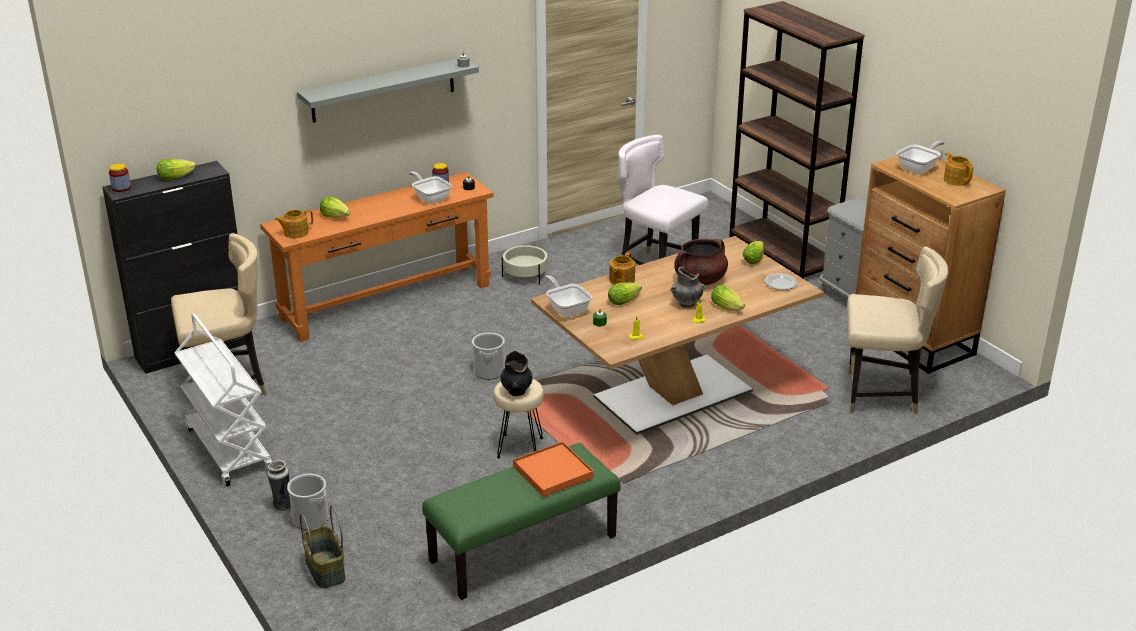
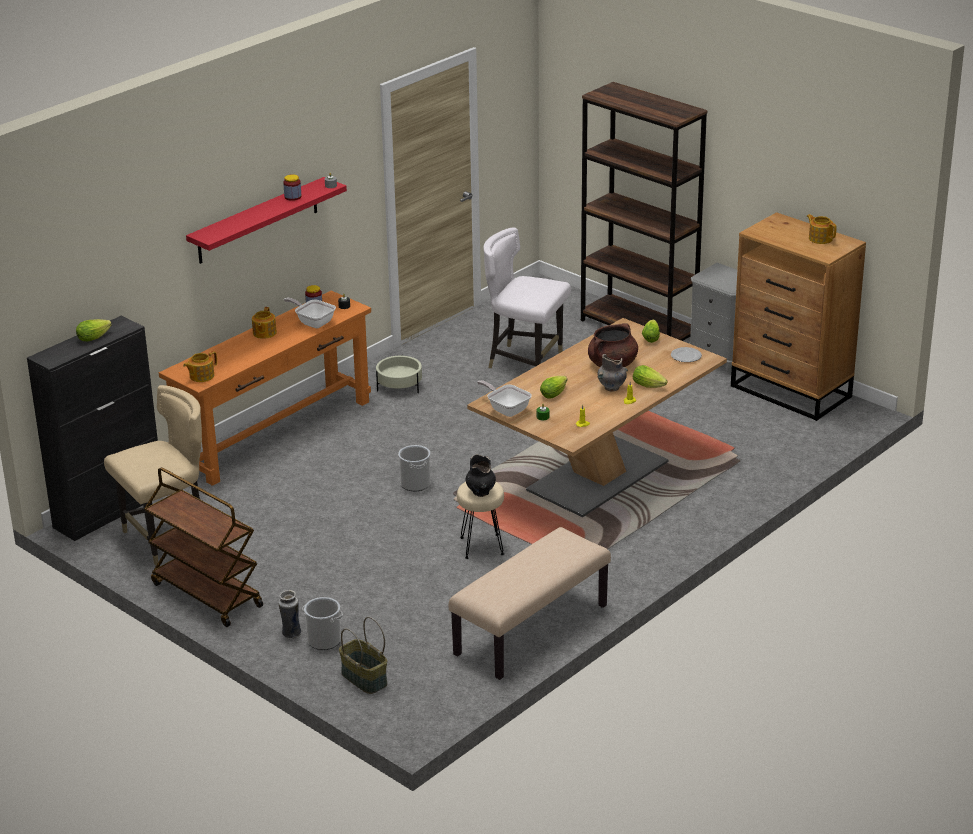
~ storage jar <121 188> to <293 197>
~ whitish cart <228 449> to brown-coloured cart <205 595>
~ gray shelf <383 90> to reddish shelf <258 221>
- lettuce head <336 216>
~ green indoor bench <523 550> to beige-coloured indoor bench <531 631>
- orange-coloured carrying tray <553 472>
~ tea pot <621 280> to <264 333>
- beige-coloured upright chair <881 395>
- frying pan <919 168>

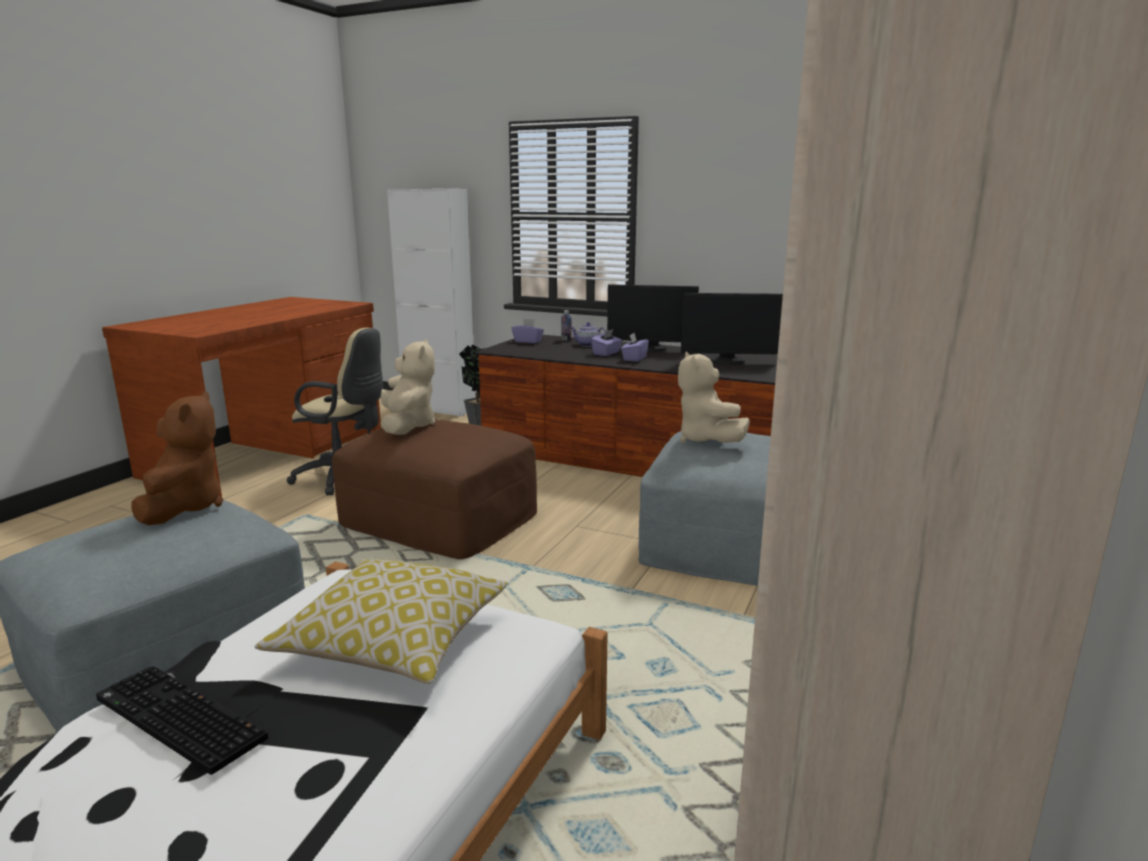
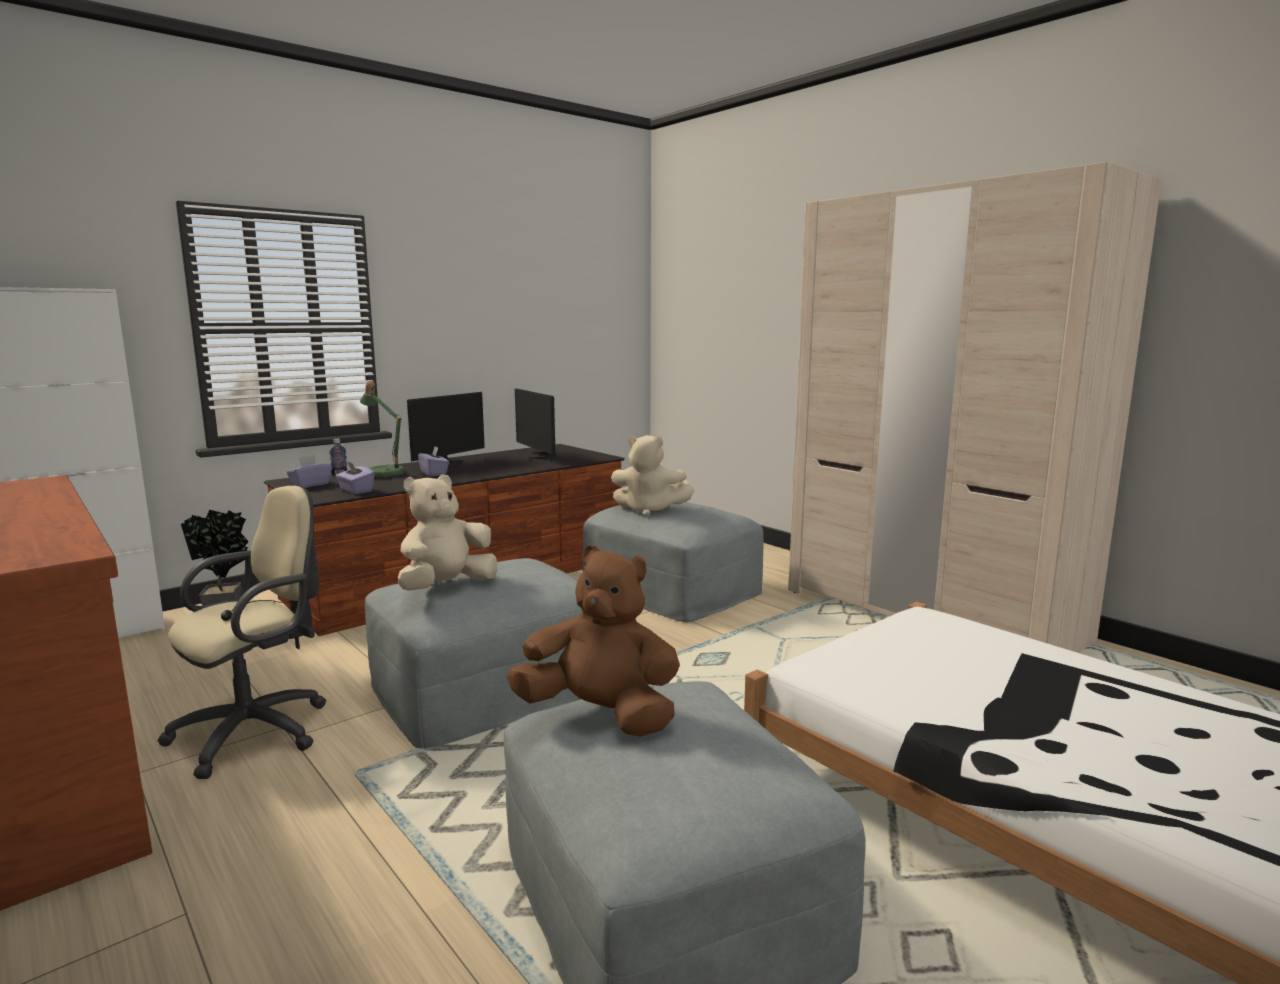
- PC keyboard <175 720>
- cushion <392 642>
~ brown-coloured pouffe <440 518> to gray pouffe <488 686>
~ beige-coloured soft toy <408 426> = <446 587> 60 degrees counterclockwise
~ tea pot <587 345> to tabletop lamp <383 473>
~ purple box of tissues <634 358> to <356 491>
~ computer screen <727 361> = <538 456> 120 degrees clockwise

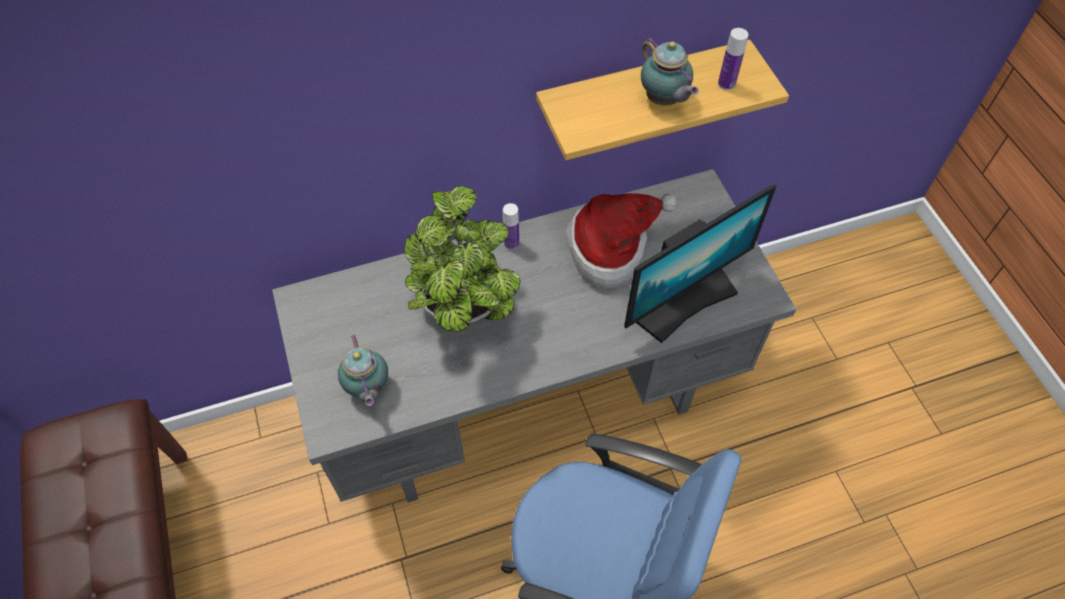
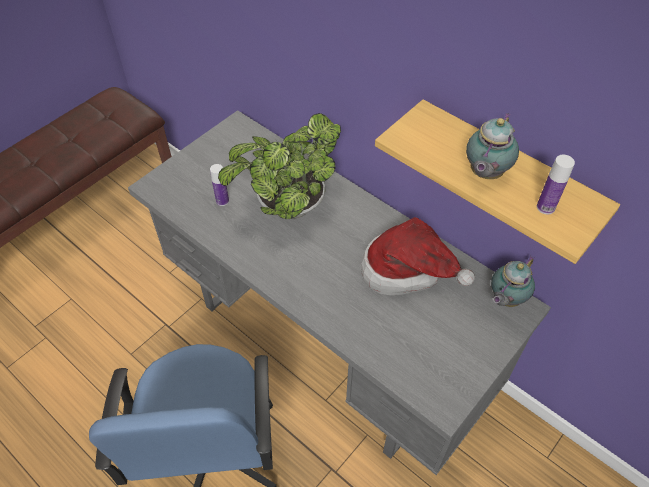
~ tea pot <368 389> to <505 299>
~ beverage bottle <511 243> to <222 201>
- computer screen <683 301>

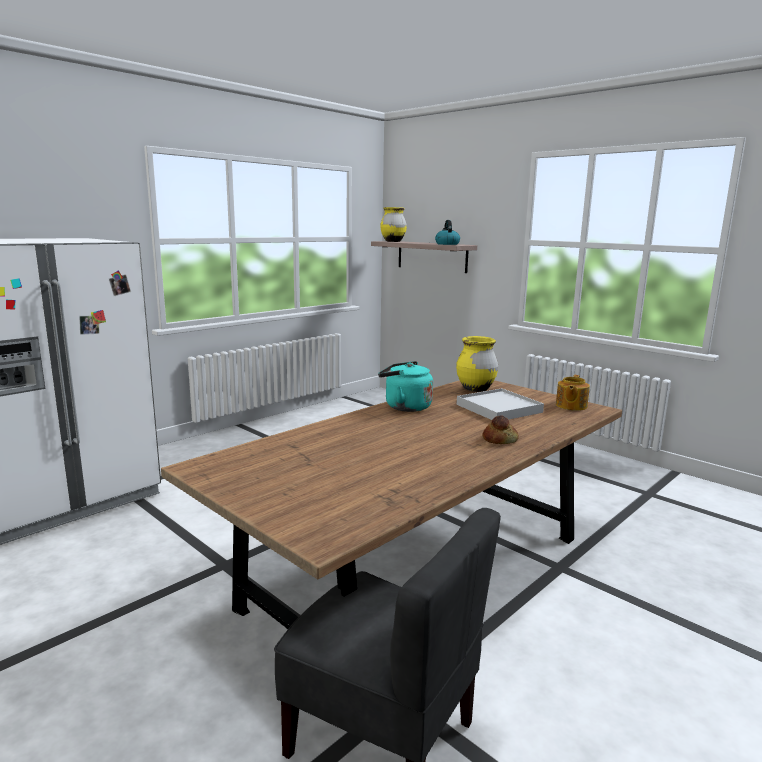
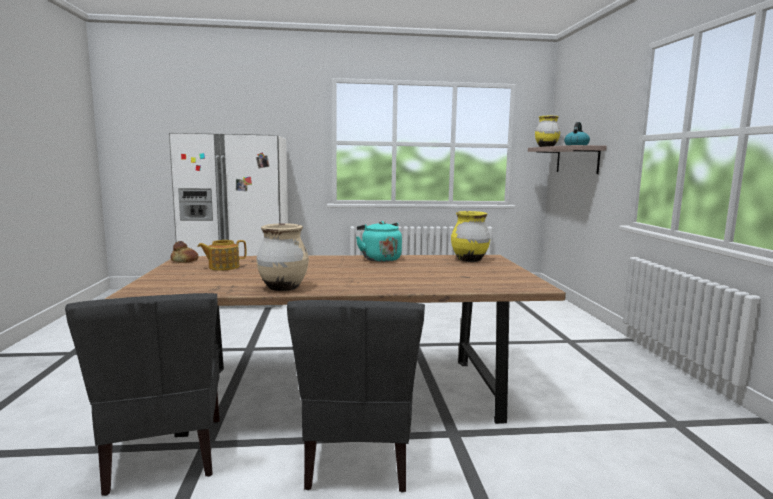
- whitish carrying tray <498 408>
~ bread <499 439> to <185 260>
~ tea pot <570 406> to <223 267>
+ beige-coloured flower vase <283 288>
+ gray upright chair <359 458>

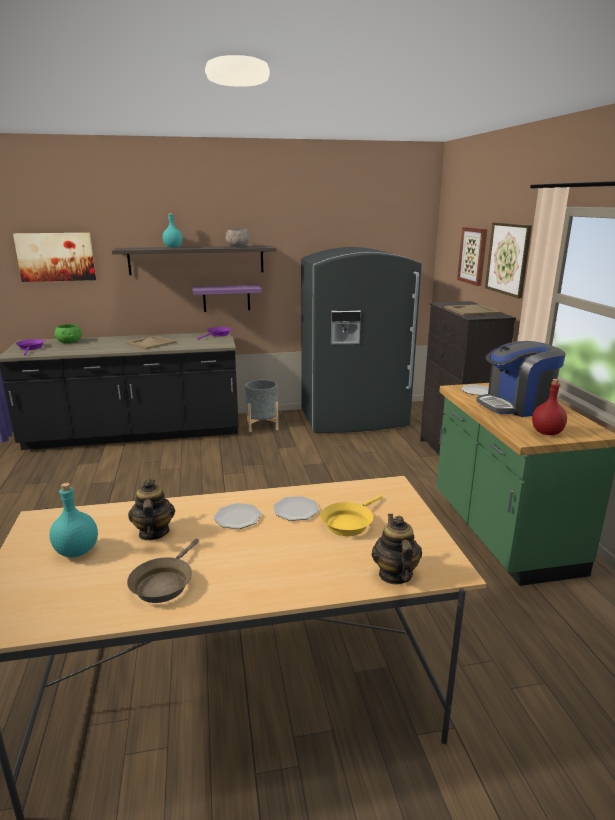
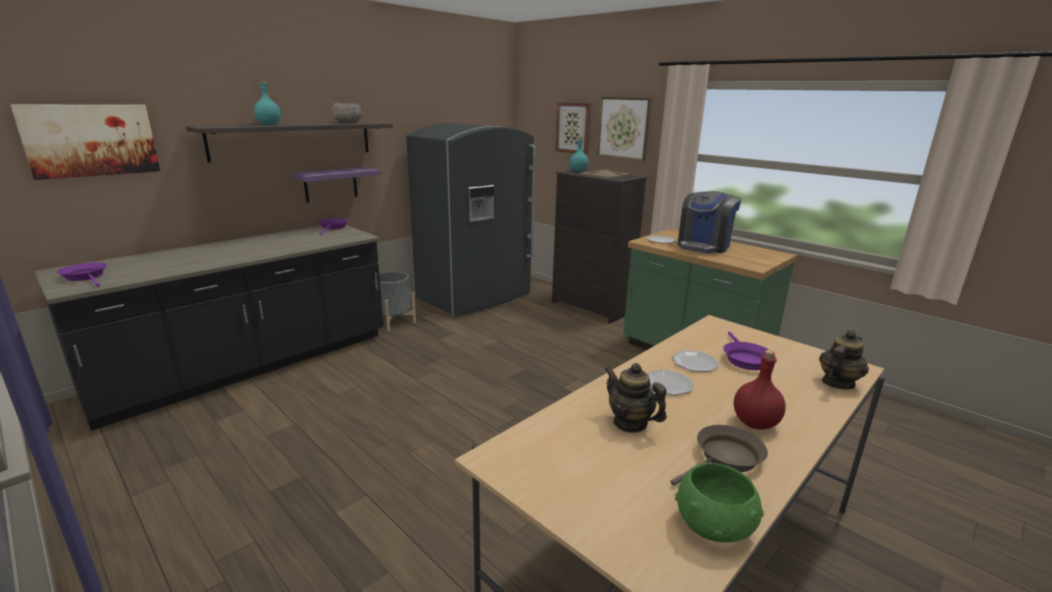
~ turquoise beverage bottle <77 552> to <578 171>
~ green bowl <69 342> to <715 526>
- beige-coloured carrying tray <151 343>
~ brown-coloured frying pan <164 583> = <725 458> 105 degrees counterclockwise
~ yellow-coloured frying pan <349 522> to purple frying pan <744 359>
~ tea pot <395 574> = <837 383> 90 degrees clockwise
~ reddish beverage bottle <546 432> to <754 423>

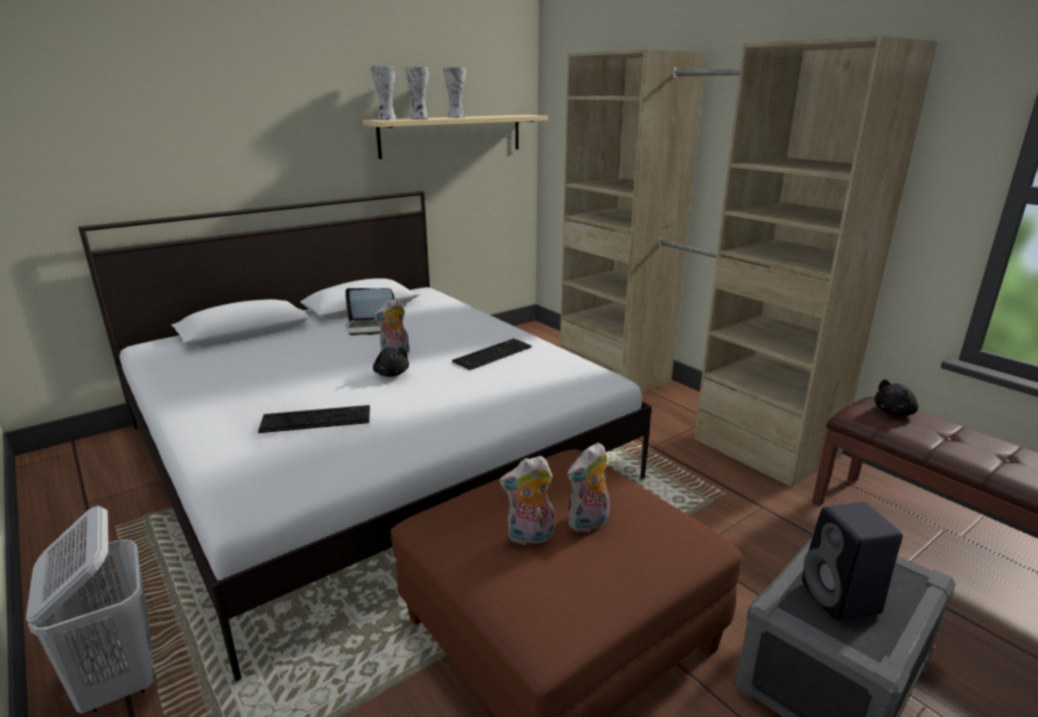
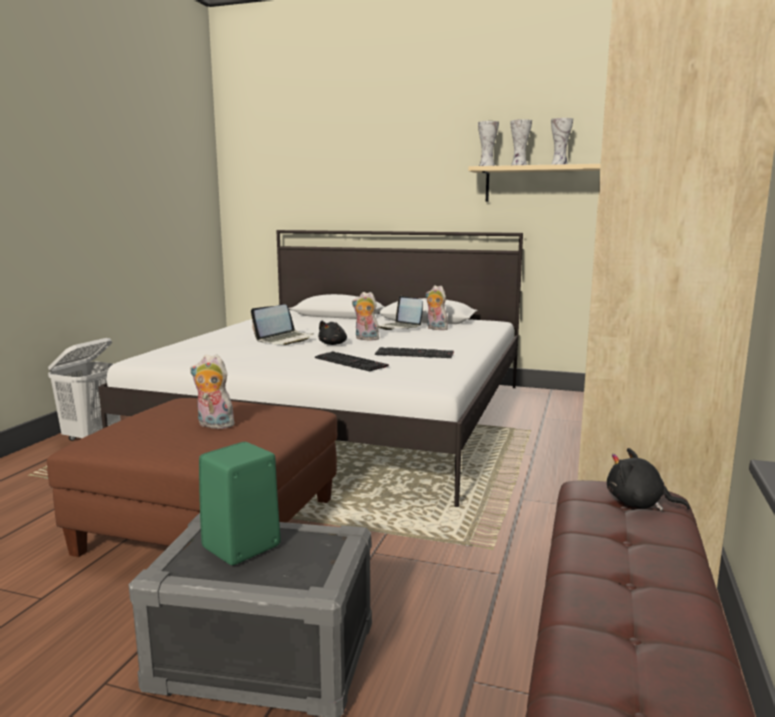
~ PC keyboard <317 419> to <352 362>
~ soft toy <530 537> to <435 329>
~ black-coloured loudspeaker <842 599> to green loudspeaker <239 547>
+ portable computer <284 339>

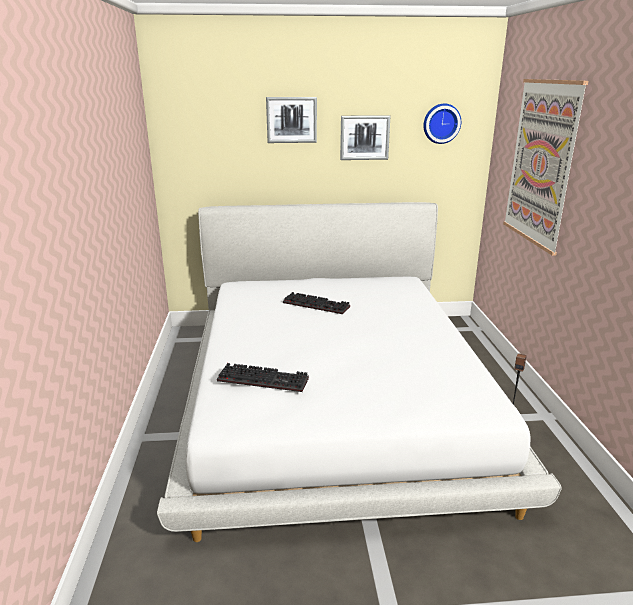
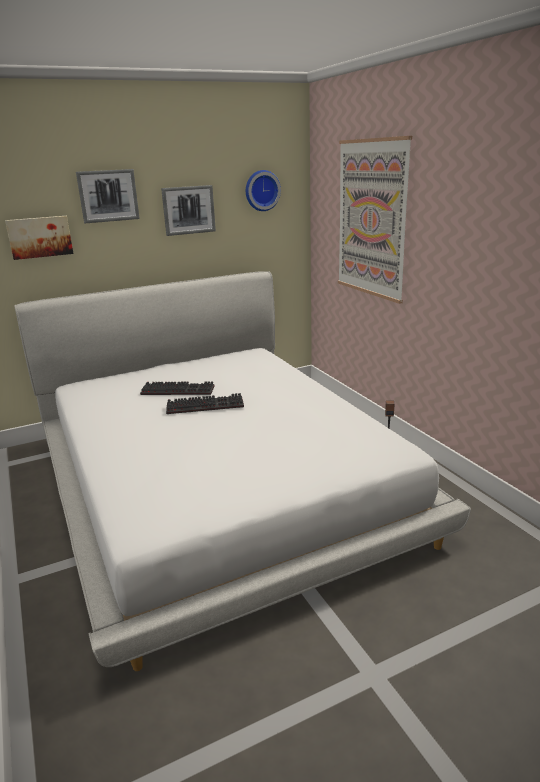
~ PC keyboard <265 379> to <206 405>
+ picture <40 237>

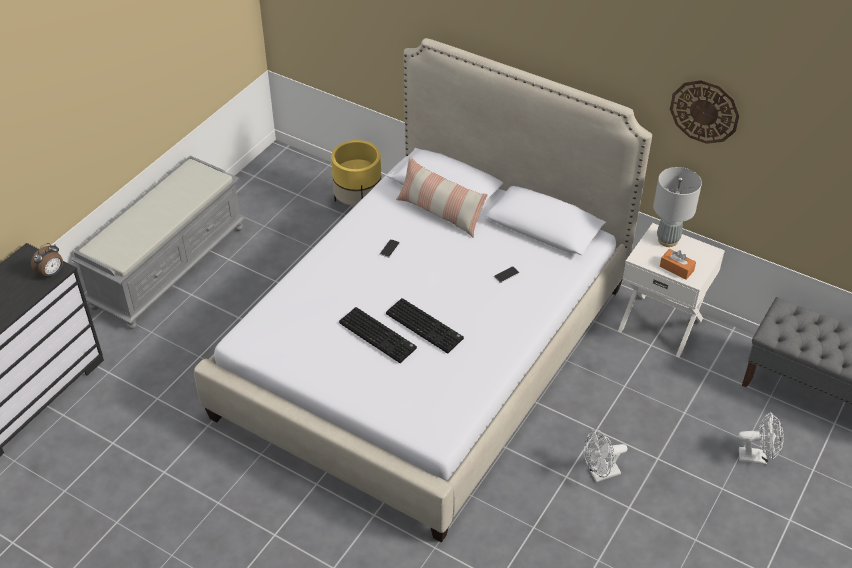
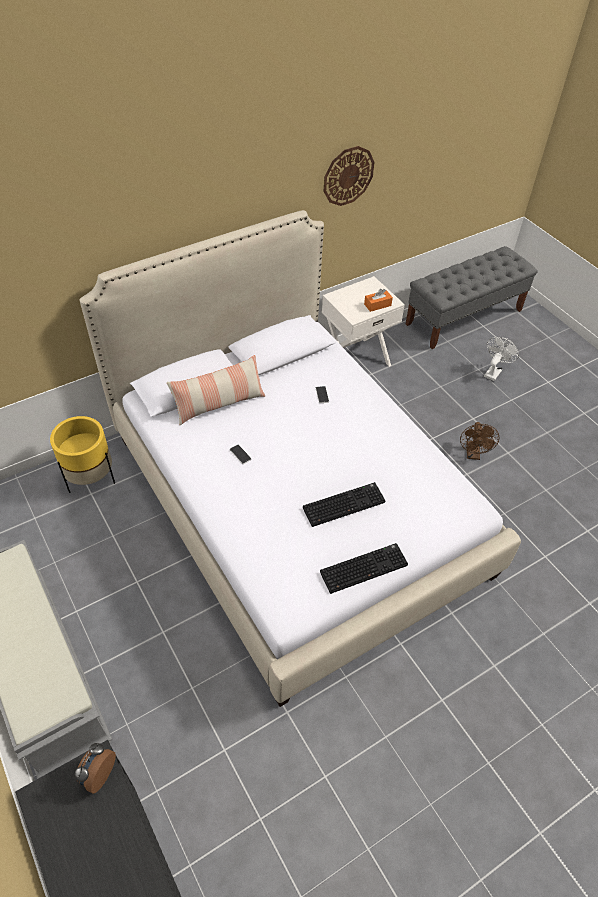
~ bedside clock <52 273> = <98 773> 135 degrees counterclockwise
~ PC keyboard <426 326> to <364 567>
~ whitish fan <600 474> to brown-coloured fan <473 454>
- gray tabletop lamp <668 240>

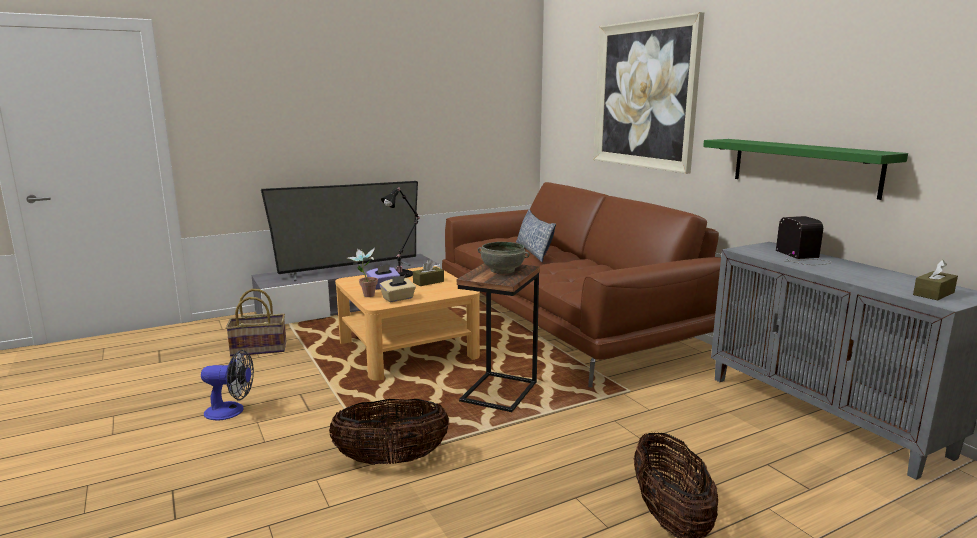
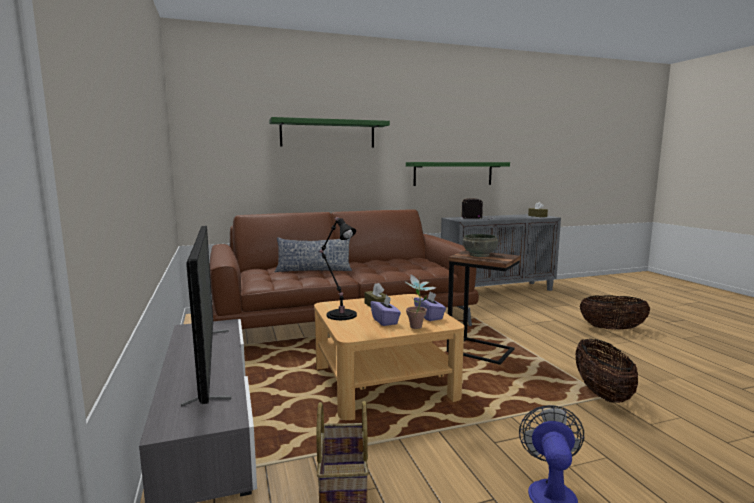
~ beige-coloured box of tissues <398 298> to purple box of tissues <429 316>
~ picture <644 95> to green shelf <328 134>

